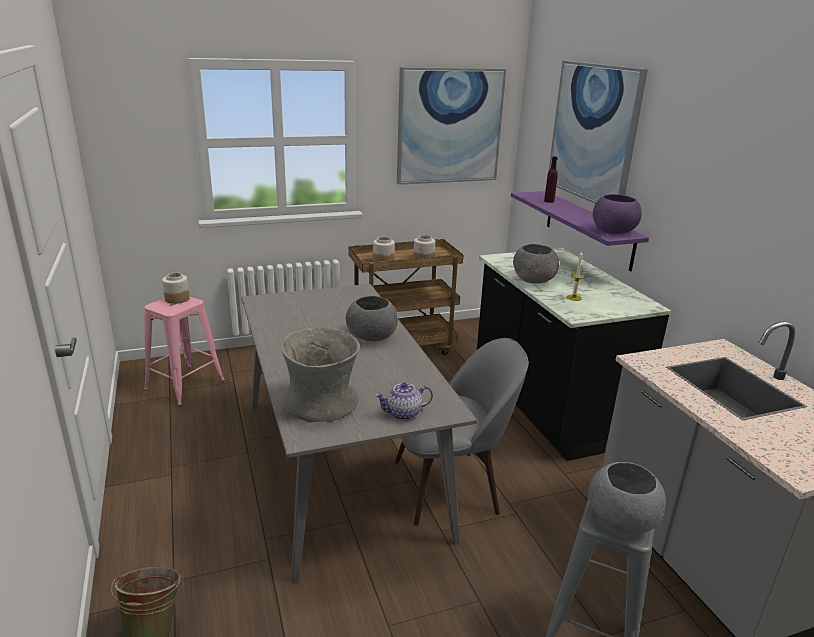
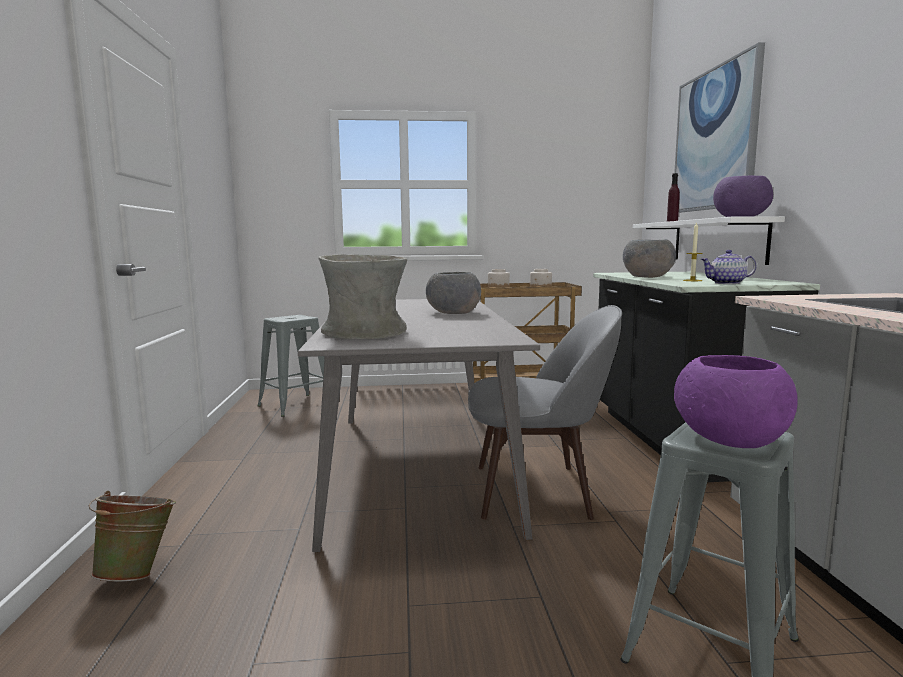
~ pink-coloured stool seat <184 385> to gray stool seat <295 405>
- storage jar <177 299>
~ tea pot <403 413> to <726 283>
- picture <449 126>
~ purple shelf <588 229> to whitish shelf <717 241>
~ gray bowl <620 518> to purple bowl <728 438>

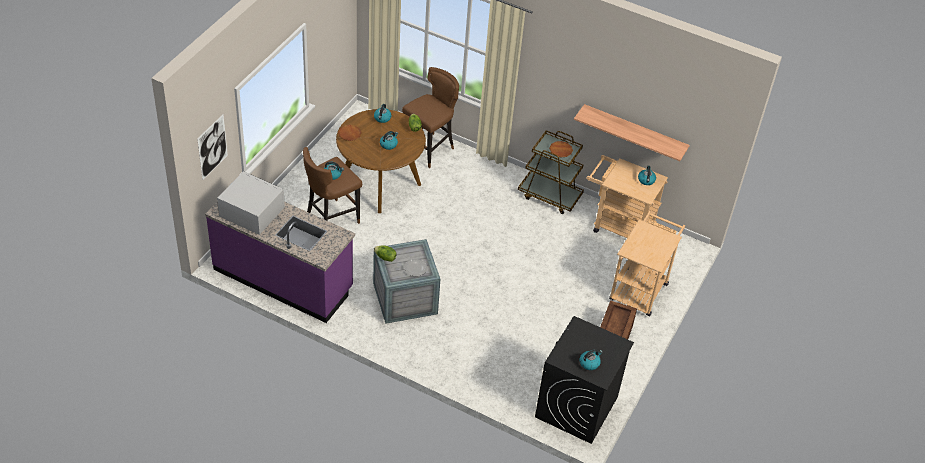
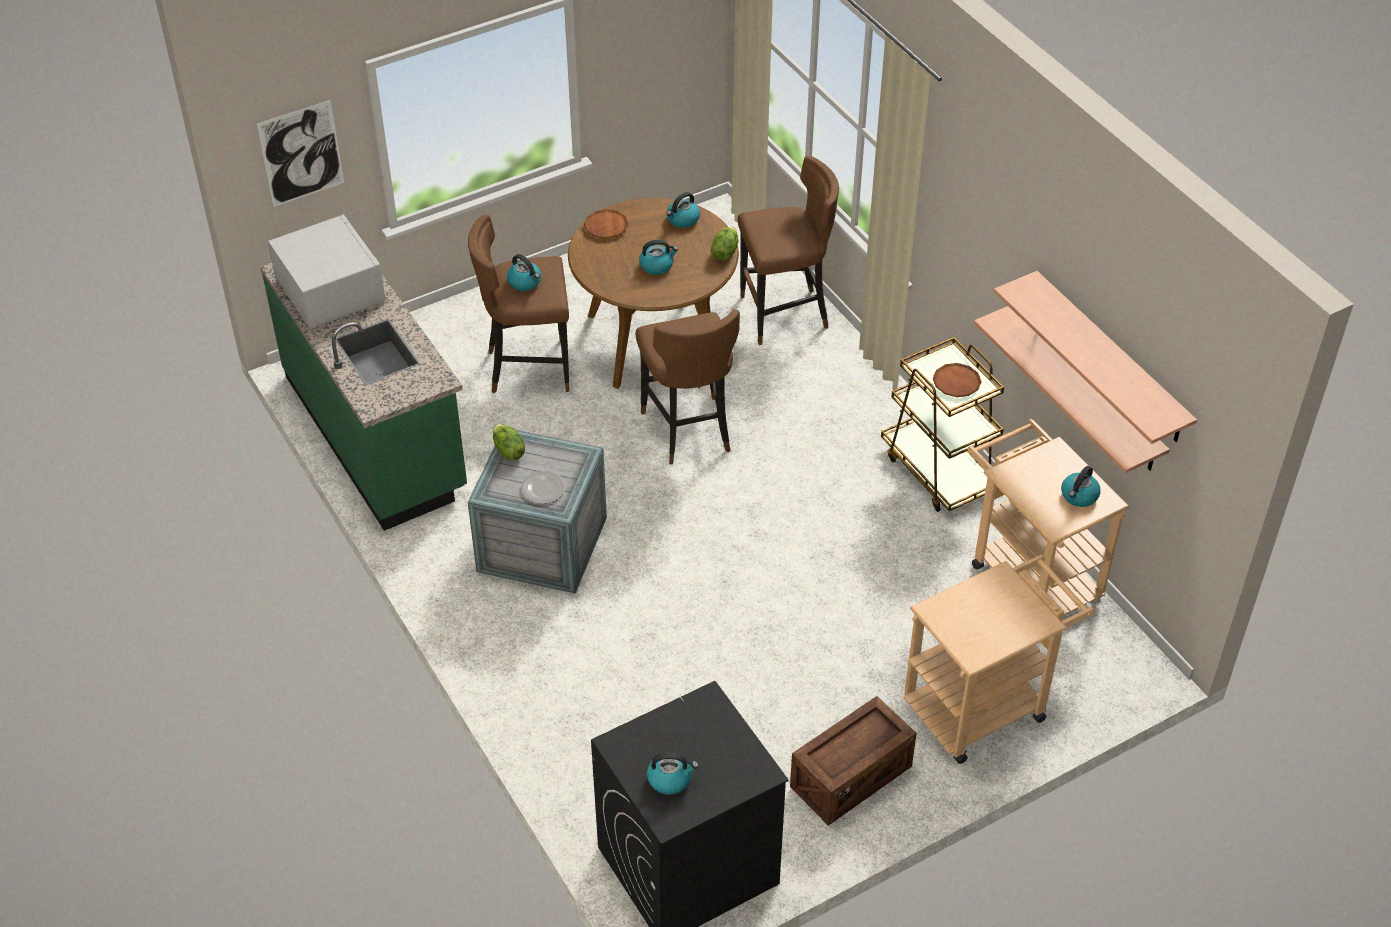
~ purple kitchen counter <283 279> to green kitchen counter <376 433>
+ brown-coloured stool seat <688 431>
+ shelf <1110 358>

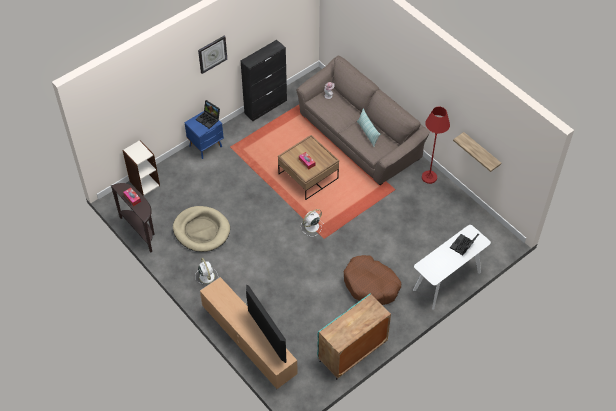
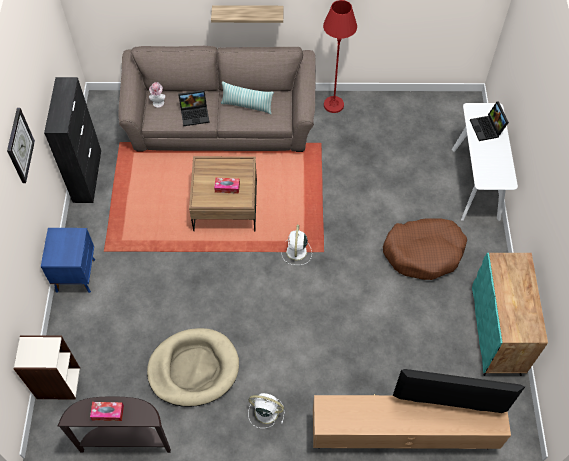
~ portable computer <209 119> to <195 114>
~ shelf <481 152> to <248 13>

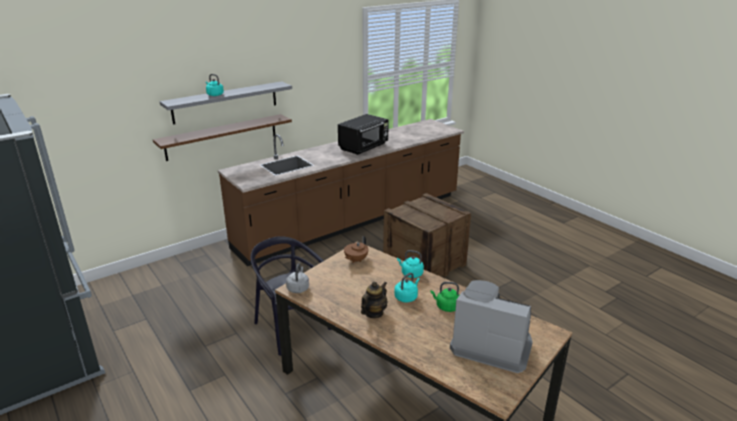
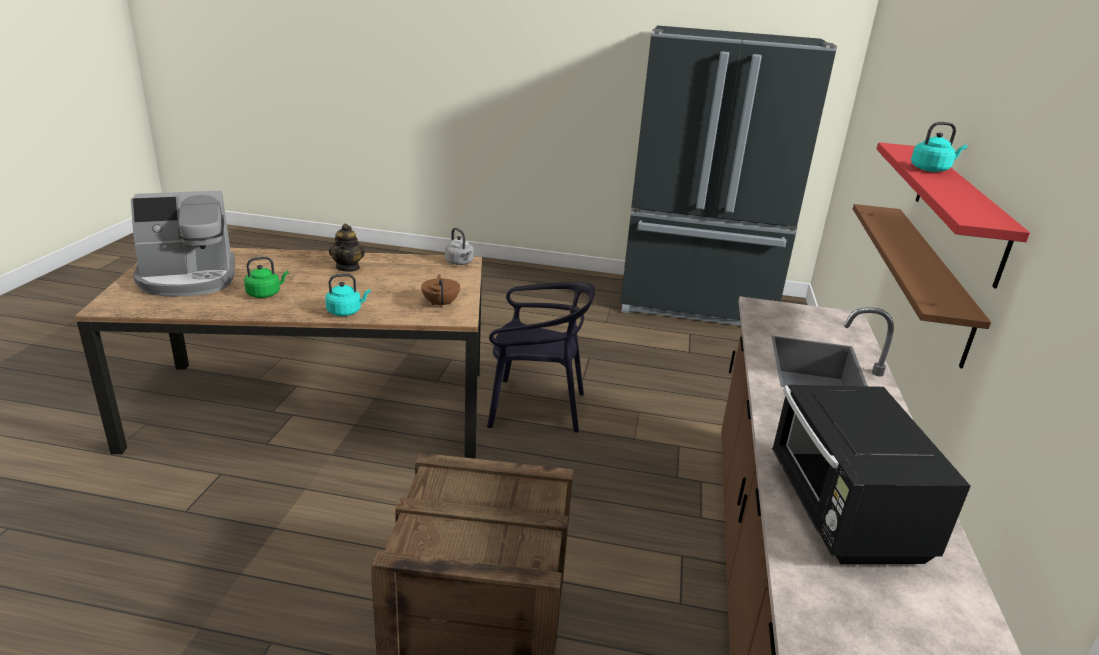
~ gray shelf <225 102> to reddish shelf <959 210>
- turquoise kettle <406 297>

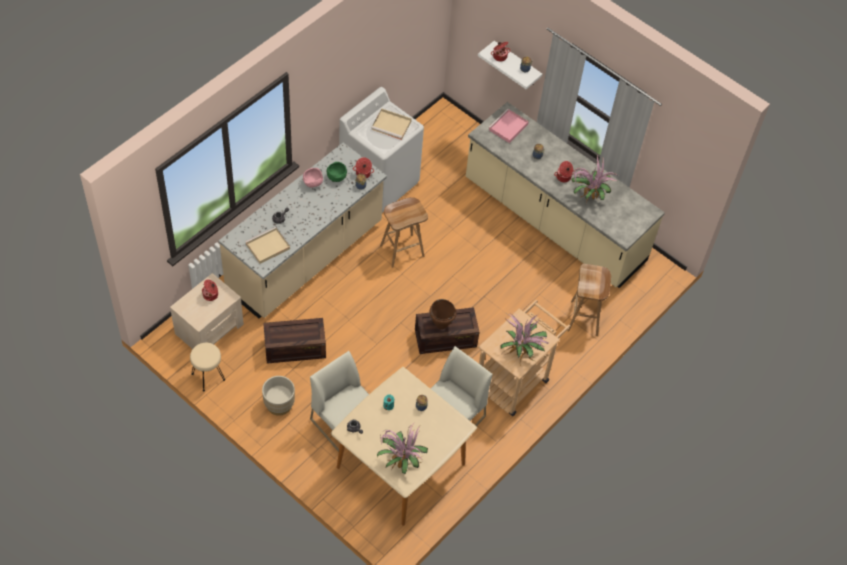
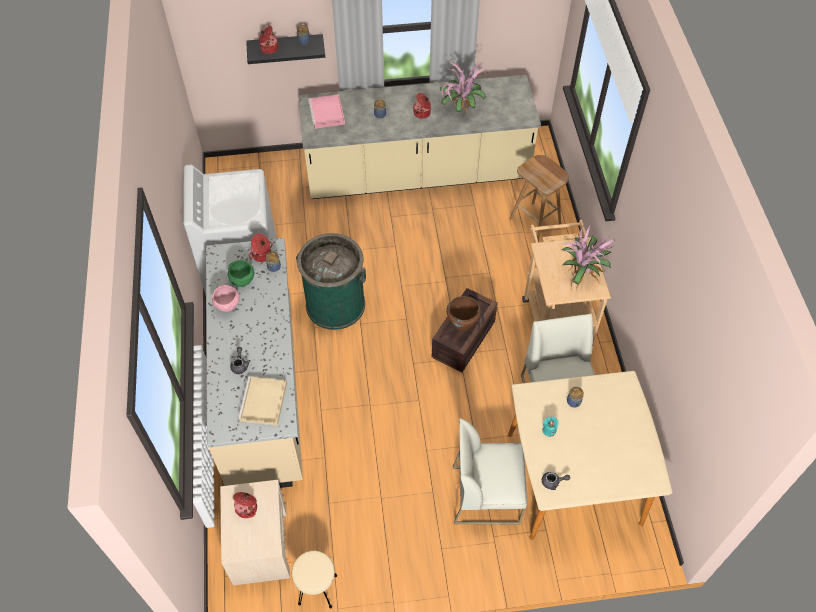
- beige-coloured flower pot <279 404>
- shipping crate <294 349>
- beige-coloured carrying tray <392 125>
- potted plant <401 461>
~ brown-coloured stool seat <402 250> to green rubbish bin <335 304>
~ whitish shelf <517 64> to black-coloured shelf <286 47>

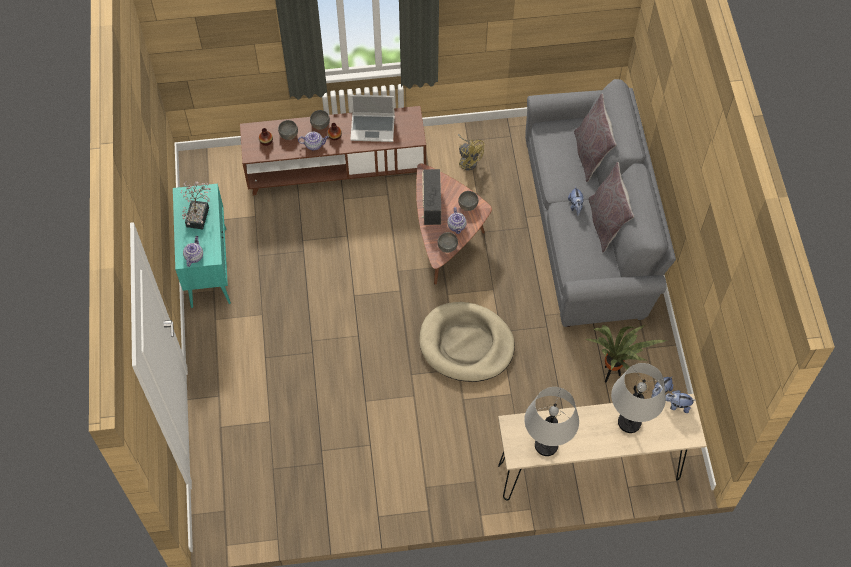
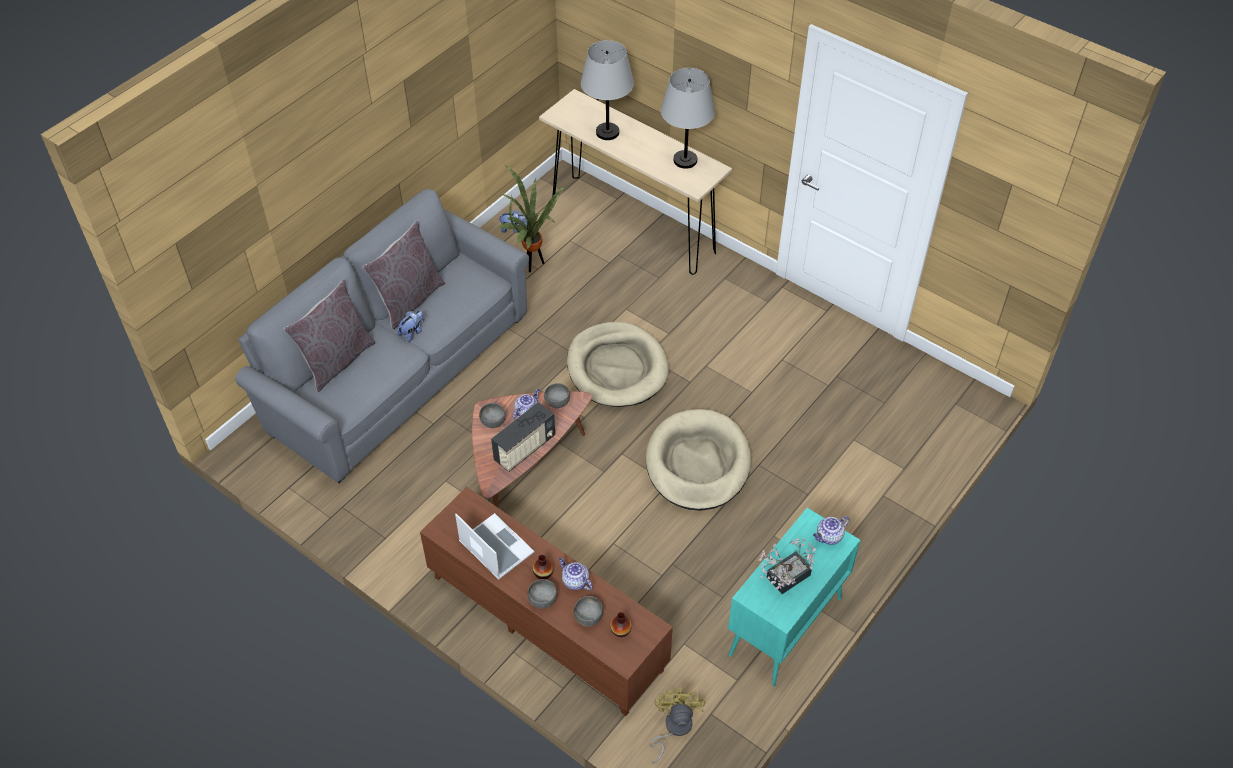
~ yellow-coloured fan <468 160> to <673 728>
- soft toy <676 405>
+ beige-coloured dog cushion <697 463>

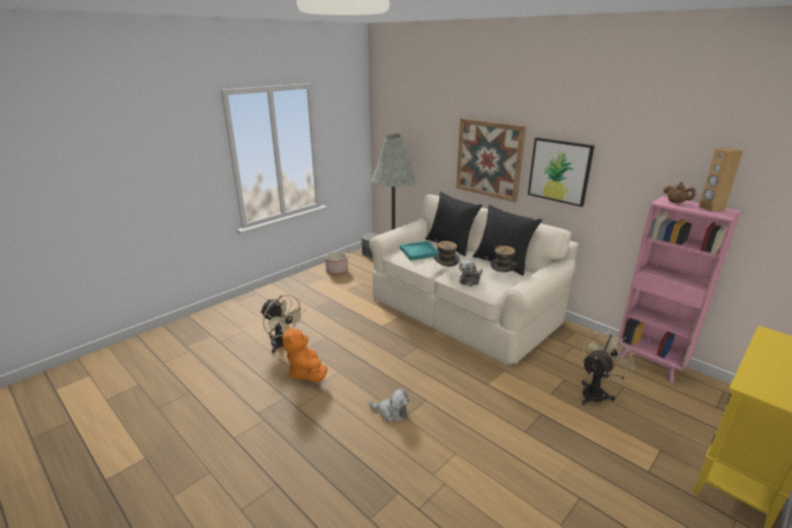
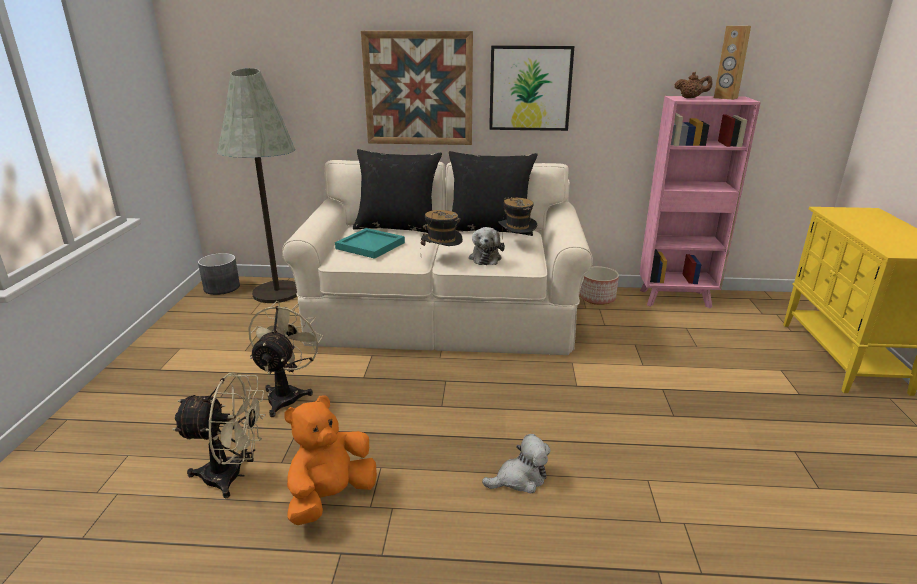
~ orange-coloured soft toy <306 373> = <331 497> 105 degrees clockwise
~ flower pot <337 271> to <597 298>
~ beige-coloured fan <596 392> to <287 394>

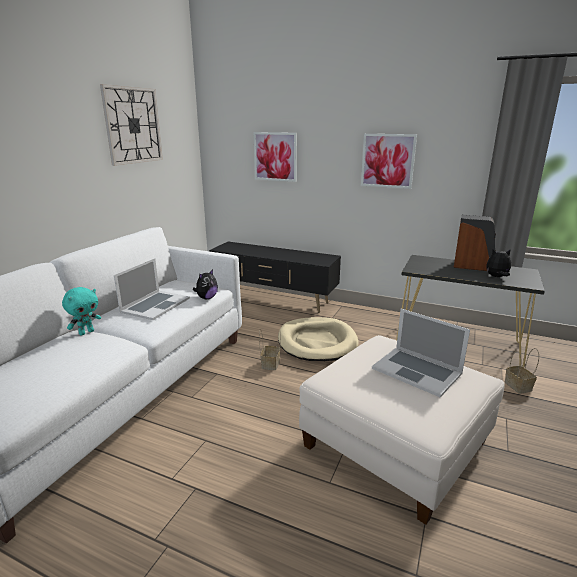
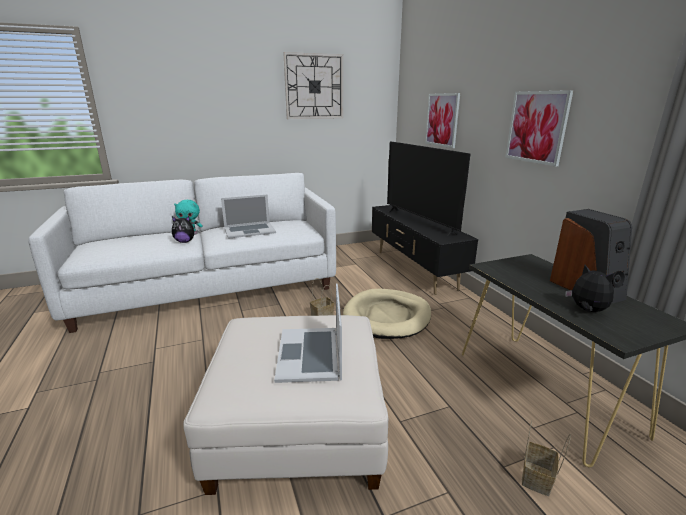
~ soft toy <206 298> to <185 241>
+ TV <420 222>

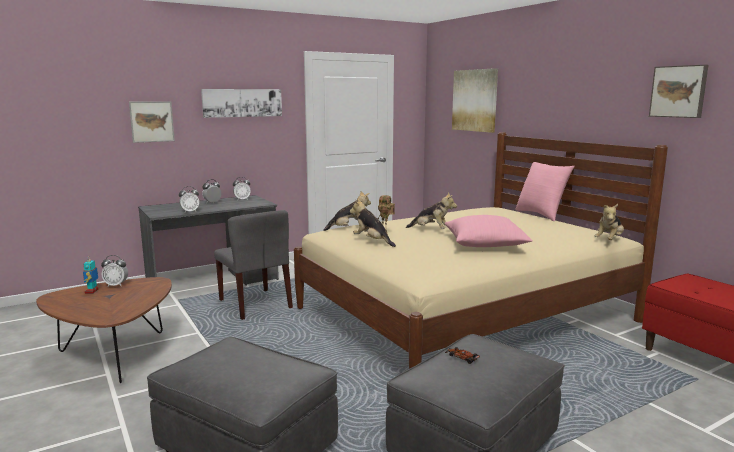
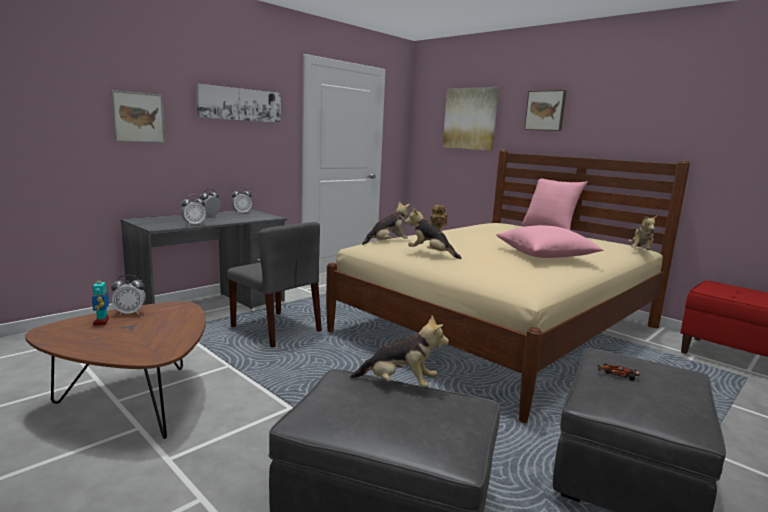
~ soft toy <431 230> to <399 384>
~ picture <679 91> to <545 110>

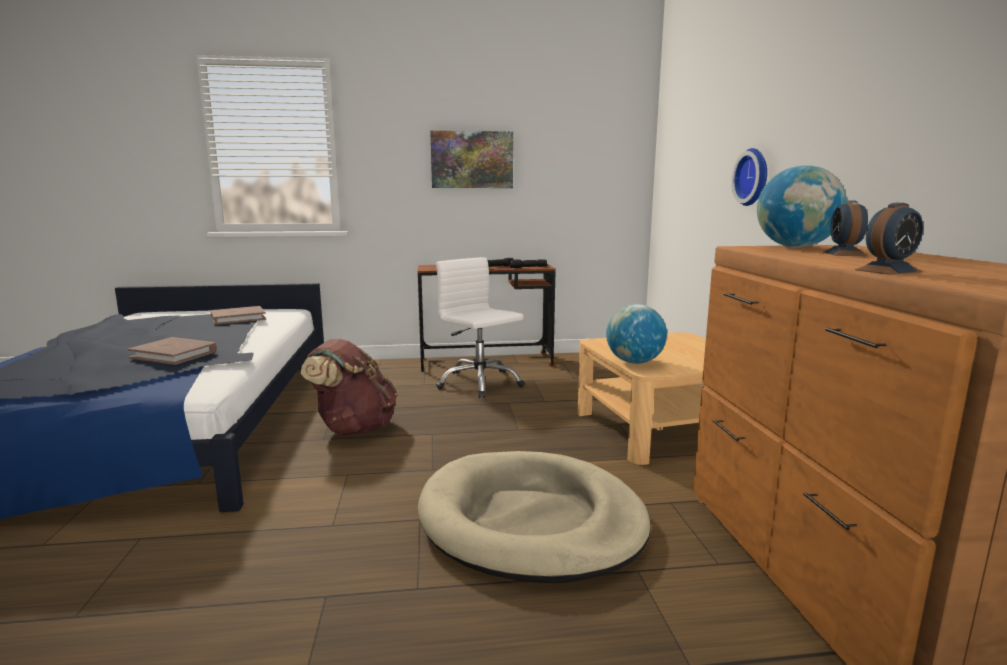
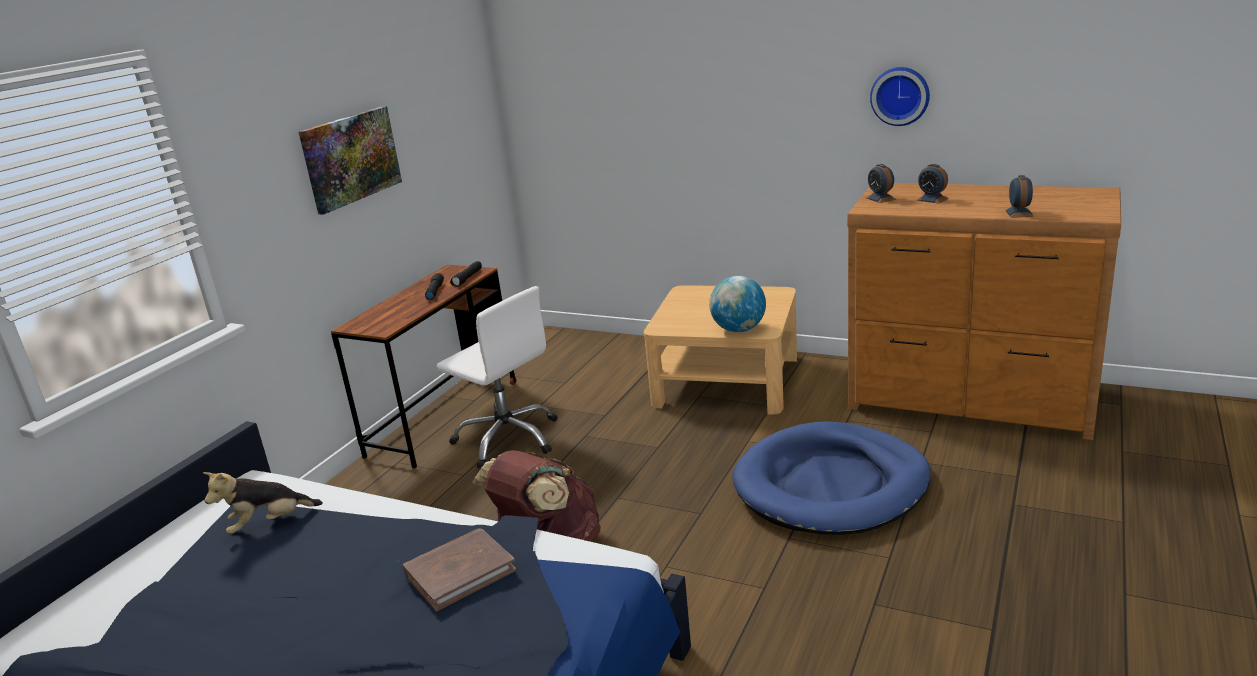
~ brown-coloured bound book <238 318> to soft toy <268 524>
~ beige-coloured dog cushion <531 521> to blue-coloured dog cushion <831 485>
~ whitish desk chair <479 383> = <508 438> 135 degrees counterclockwise
~ clock on the wall <754 177> to <900 95>
~ world globe <795 247> to bedside clock <880 198>

